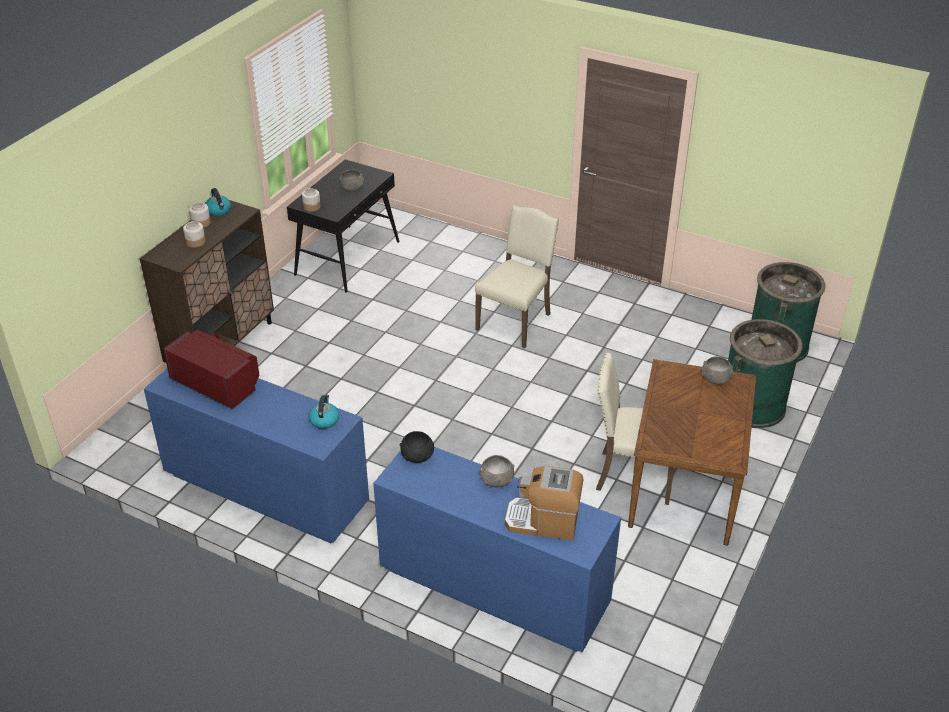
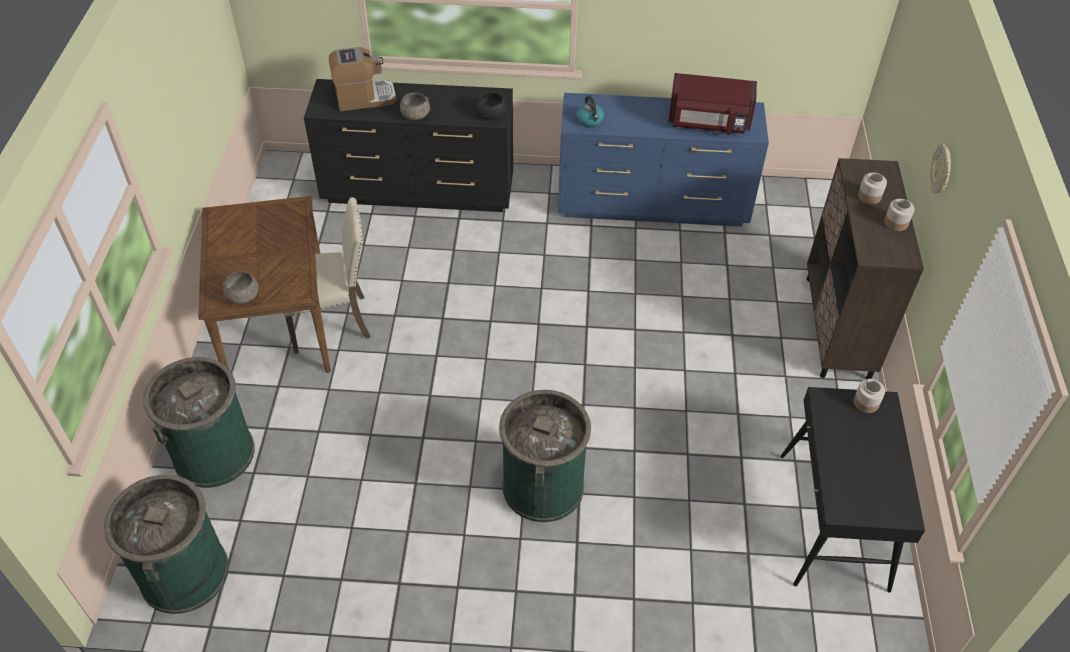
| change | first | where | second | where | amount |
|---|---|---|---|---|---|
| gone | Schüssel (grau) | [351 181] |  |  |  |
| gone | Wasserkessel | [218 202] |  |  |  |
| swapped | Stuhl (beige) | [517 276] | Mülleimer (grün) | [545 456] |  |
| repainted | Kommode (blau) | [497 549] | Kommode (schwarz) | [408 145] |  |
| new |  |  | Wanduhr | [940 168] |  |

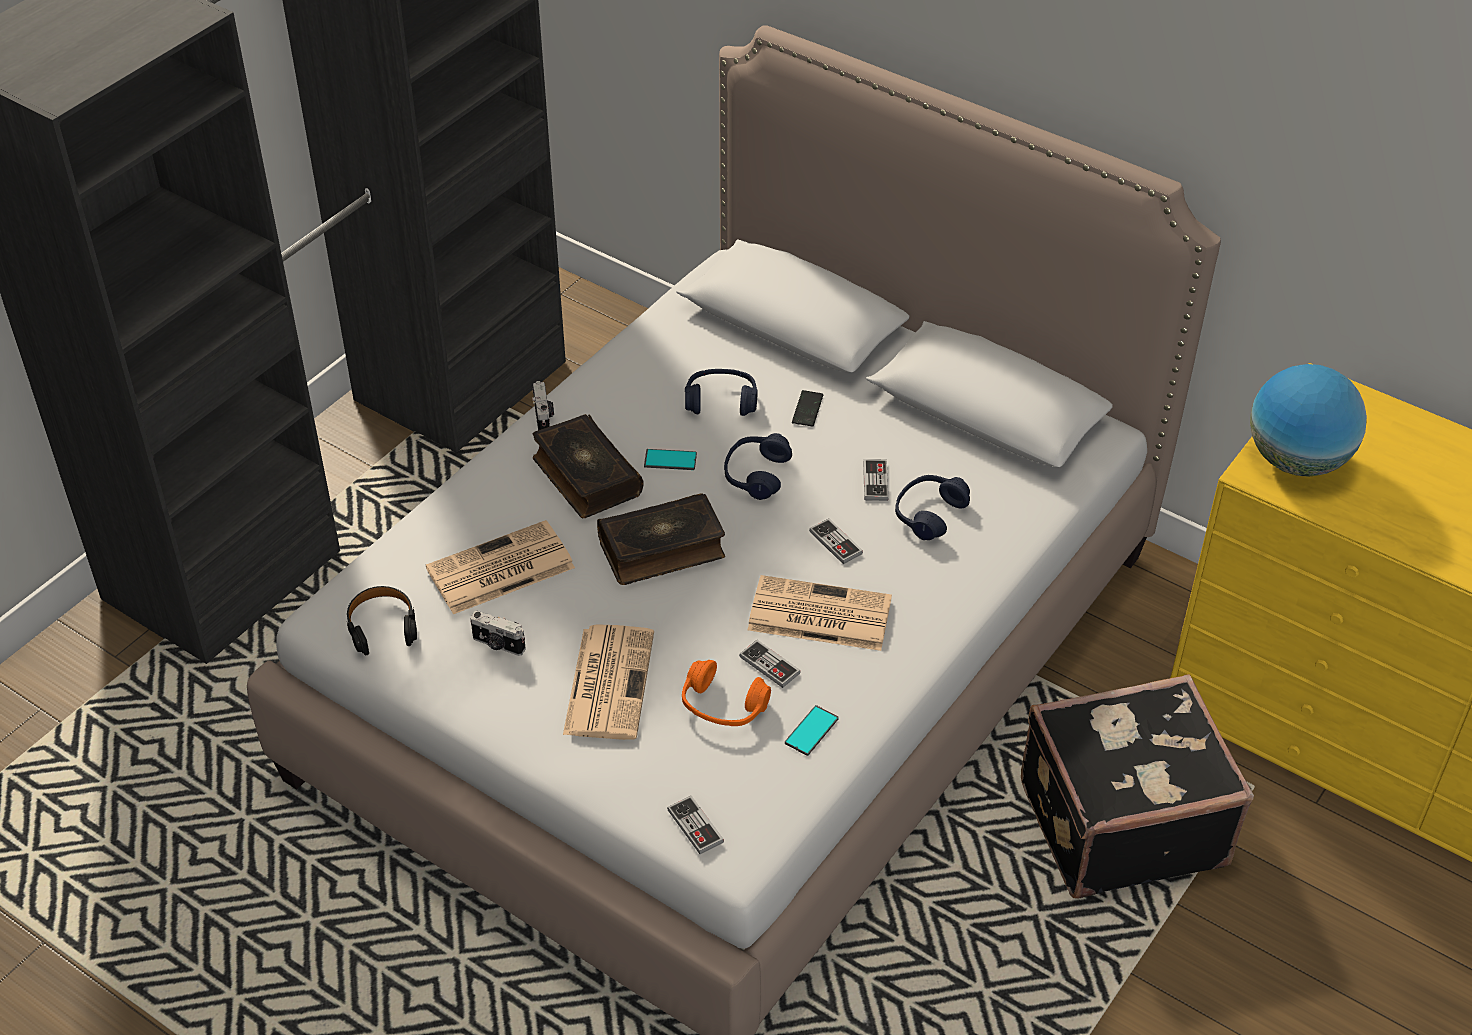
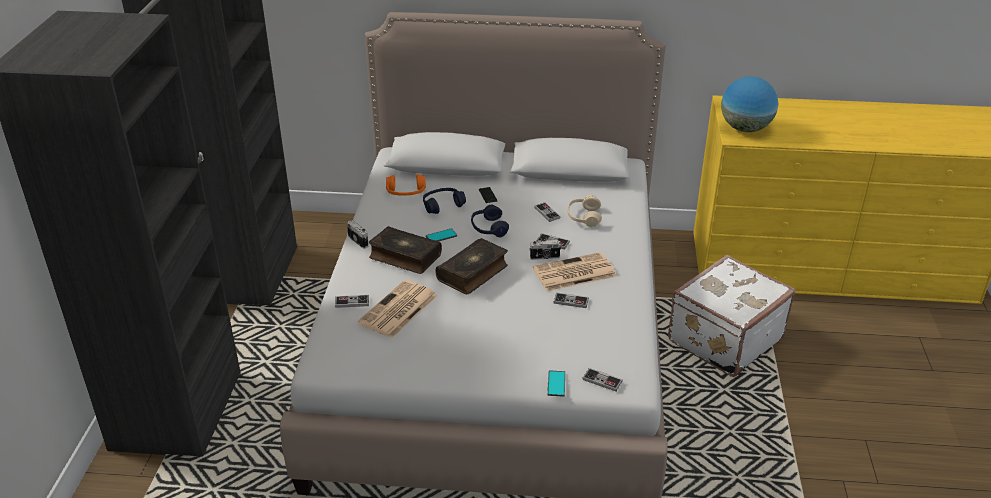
| change | first | where | second | where | amount |
|---|---|---|---|---|---|
| repainted | Kopfhörer (blau) | [932 507] | Kopfhörer (beige) | [584 211] |  |
| gone | Kopfhörer (schwarz) | [382 620] |  |  |  |
| shifted | Kamera | [498 633] |  | [545 250] |  |
| gone | Zeitung | [608 682] |  |  |  |
| shifted | Kopfhörer (orange) | [726 693] |  | [406 185] |  |
| repainted | Koffer (schwarz) | [1137 786] | Koffer (weiß) | [732 316] |  |
| shifted | Handy | [812 730] |  | [556 383] |  |
| new |  |  | Gamepad | [352 301] |  |

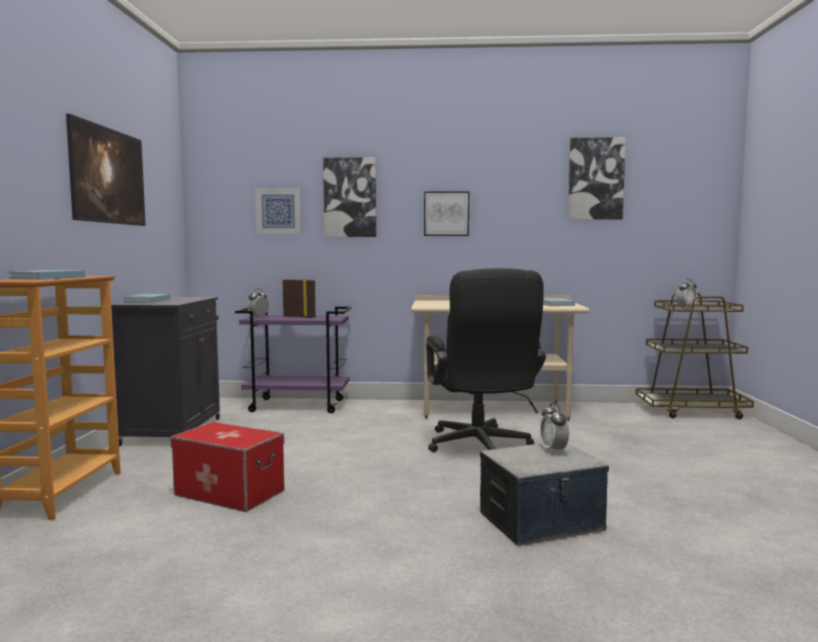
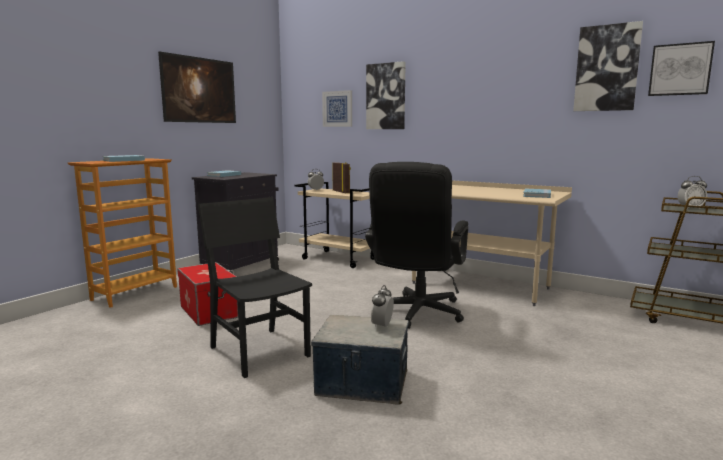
| change | first | where | second | where | amount |
|---|---|---|---|---|---|
| shifted | Bild | [446 213] |  | [681 68] |  |
| repainted | Rollwagen (lila) | [293 360] | Rollwagen (beige) | [335 225] |  |
| new |  |  | Stuhl (schwarz) | [255 287] |  |

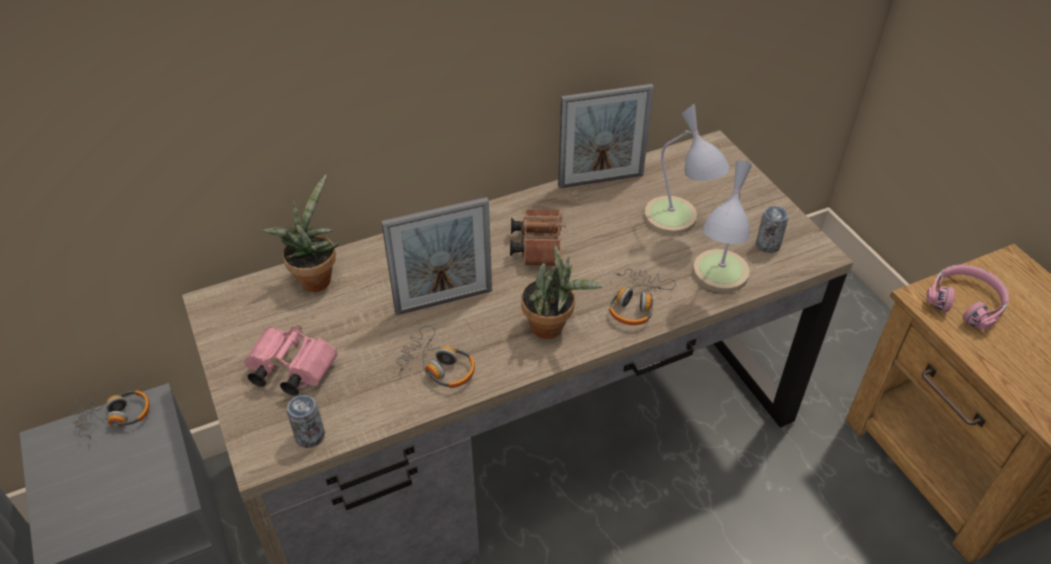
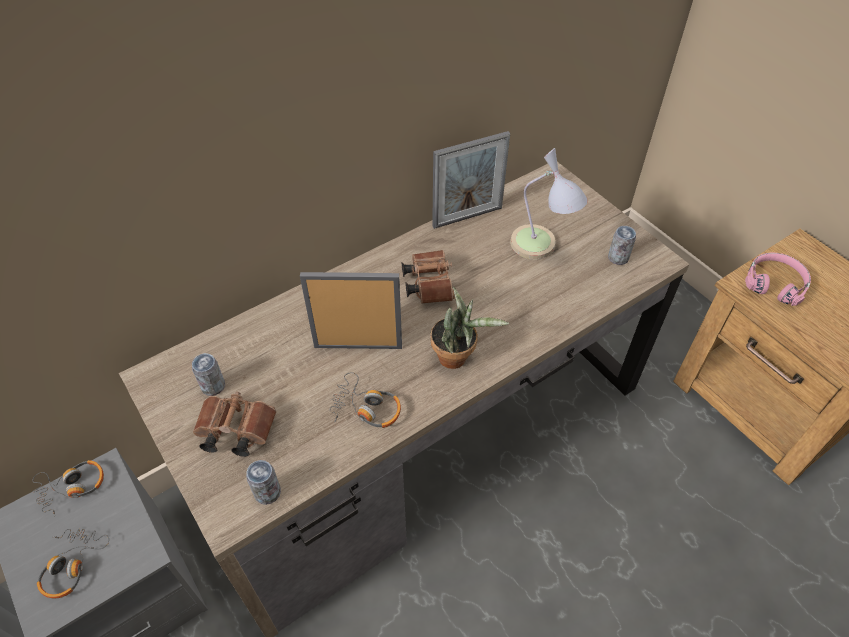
| change | first | where | second | where | amount |
|---|---|---|---|---|---|
| gone | Tischlampe | [722 226] |  |  |  |
| gone | Topfpflanze | [300 233] |  |  |  |
| rotated | Bilderrahmen | [436 256] |  | [351 310] | 150 degrees counterclockwise |
| shifted | Kopfhörer | [642 297] |  | [73 563] |  |
| repainted | Fernglas (rosa) | [290 360] | Fernglas (braun) | [234 424] |  |
| new |  |  | Dose | [208 374] |  |

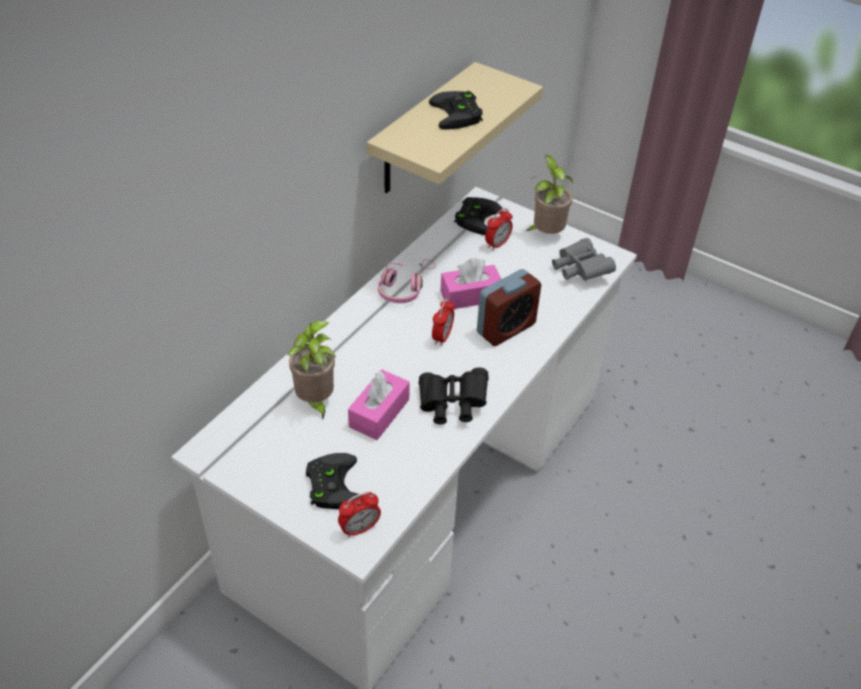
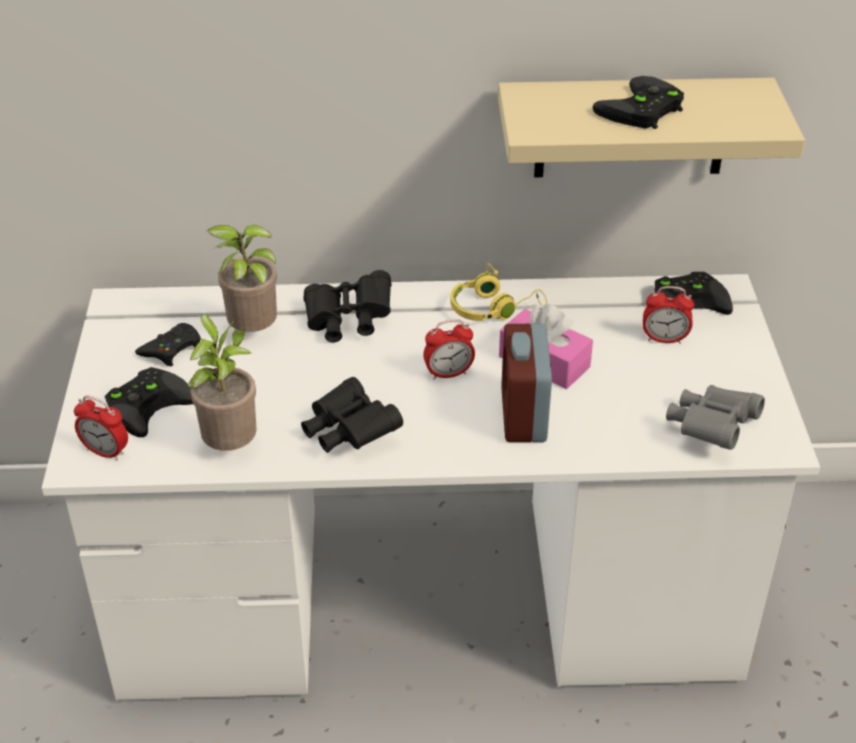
| change | first | where | second | where | amount |
|---|---|---|---|---|---|
| shifted | Topfpflanze | [549 194] |  | [222 382] |  |
| repainted | Kopfhörer (rosa) | [406 281] | Kopfhörer (gelb) | [498 292] |  |
| rotated | Wecker | [509 307] |  | [526 383] | 75 degrees clockwise |
| gone | Taschentuchbox (rosa) | [379 404] |  |  |  |
| new |  |  | Fernglas (schwarz) | [347 306] |  |
| new |  |  | Gamepad (schwarz) | [167 345] |  |

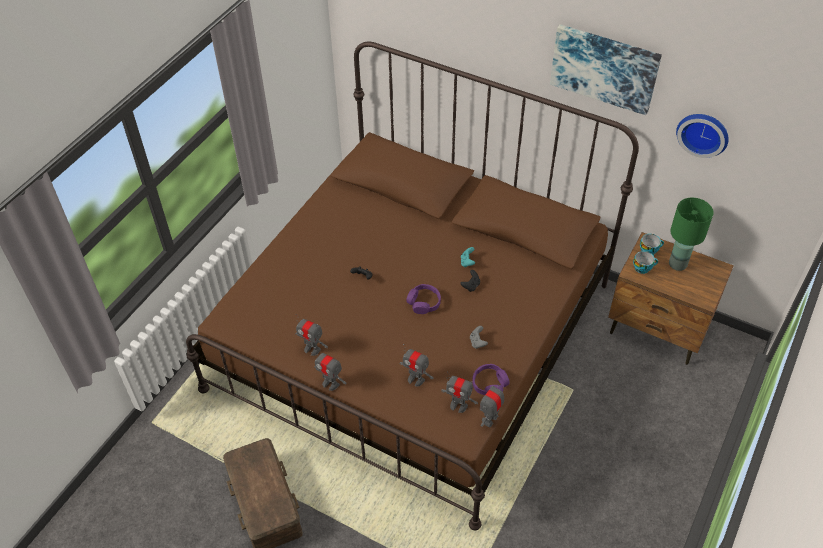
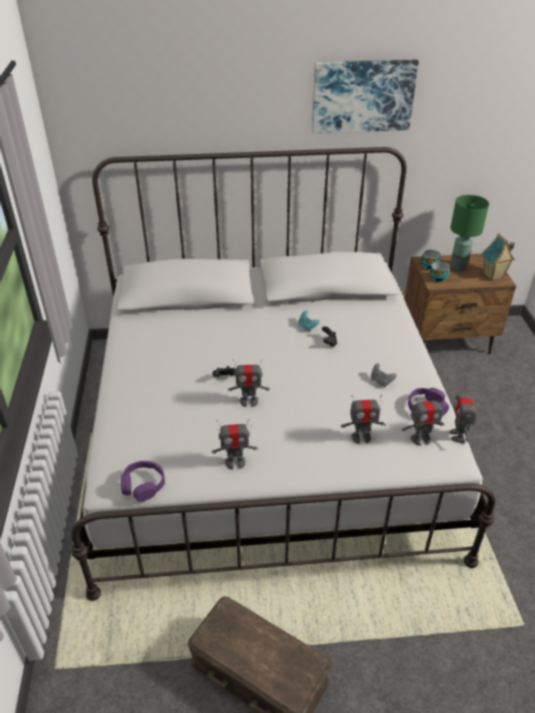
| change | first | where | second | where | amount |
|---|---|---|---|---|---|
| repainted | Bett (braun) | [412 286] | Bett (weiß) | [283 374] |  |
| gone | Wanduhr | [702 136] |  |  |  |
| shifted | Kopfhörer (lila) | [423 299] |  | [143 481] |  |
| shifted | Spielzeugroboter | [330 369] |  | [249 383] |  |
| new |  |  | Spielzeughaus | [498 257] |  |

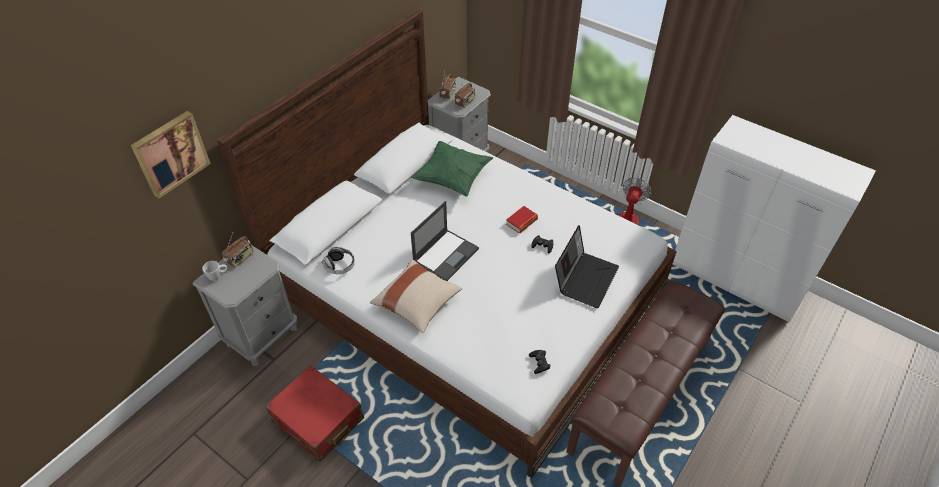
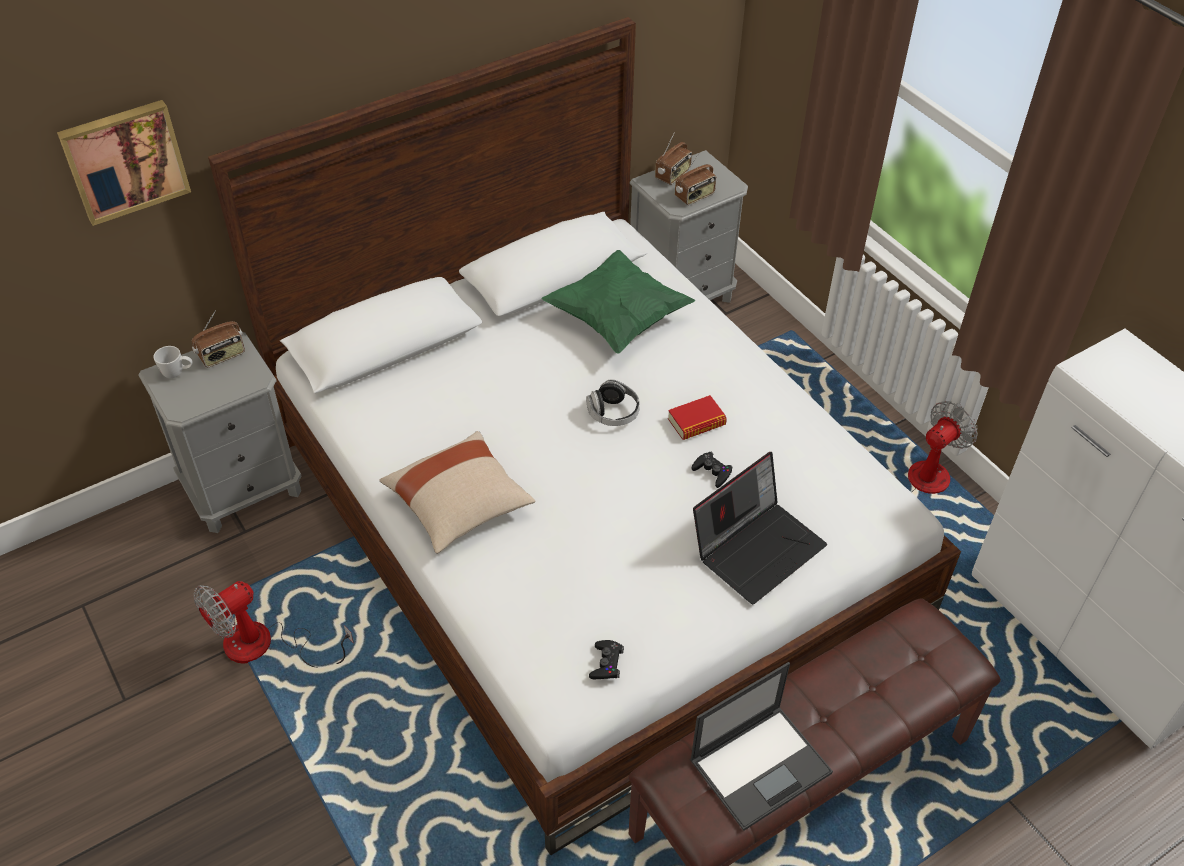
| change | first | where | second | where | amount |
|---|---|---|---|---|---|
| shifted | Laptop | [445 241] |  | [761 746] |  |
| shifted | Kopfhörer | [338 260] |  | [613 402] |  |
| swapped | Koffer (rot) | [314 413] | Ventilator | [274 624] |  |

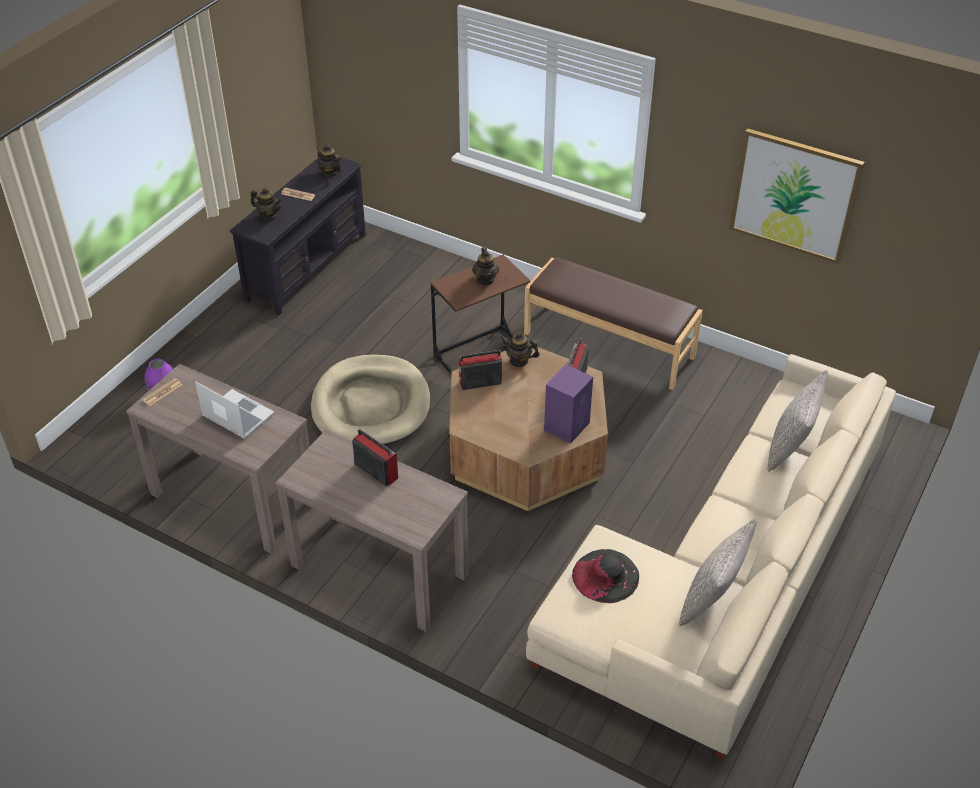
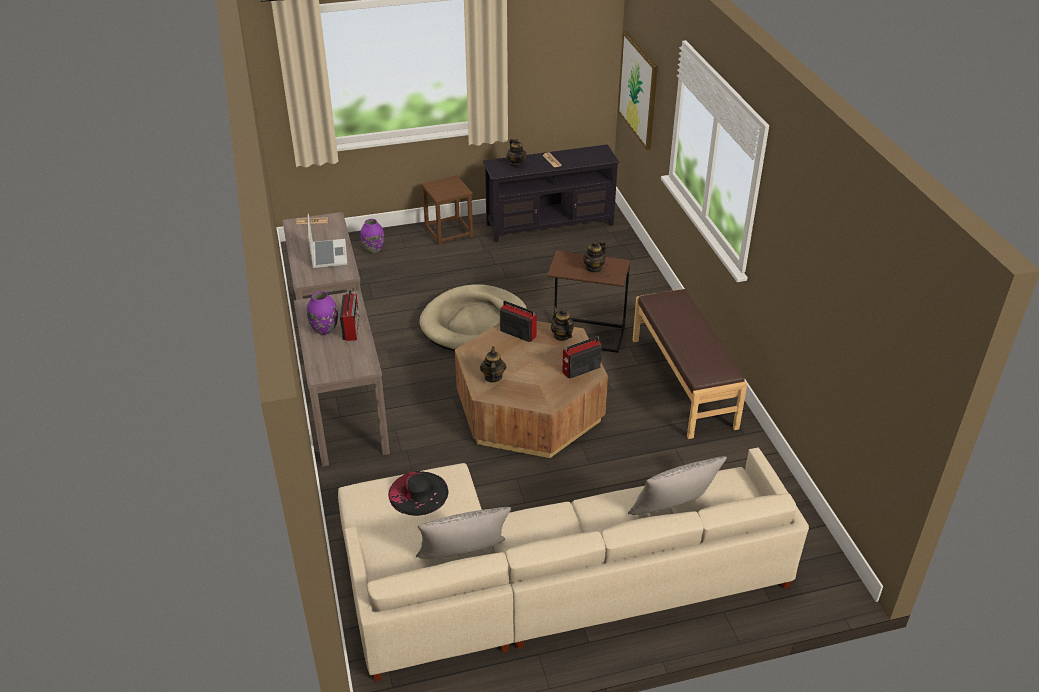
| change | first | where | second | where | amount |
|---|---|---|---|---|---|
| shifted | Bild | [797 196] |  | [638 90] |  |
| shifted | Teekanne | [329 161] |  | [493 364] |  |
| gone | Lautsprecher (lila) | [568 404] |  |  |  |
| new |  |  | Hocker (braun) | [447 210] |  |
| new |  |  | Vase (lila) | [322 313] |  |

